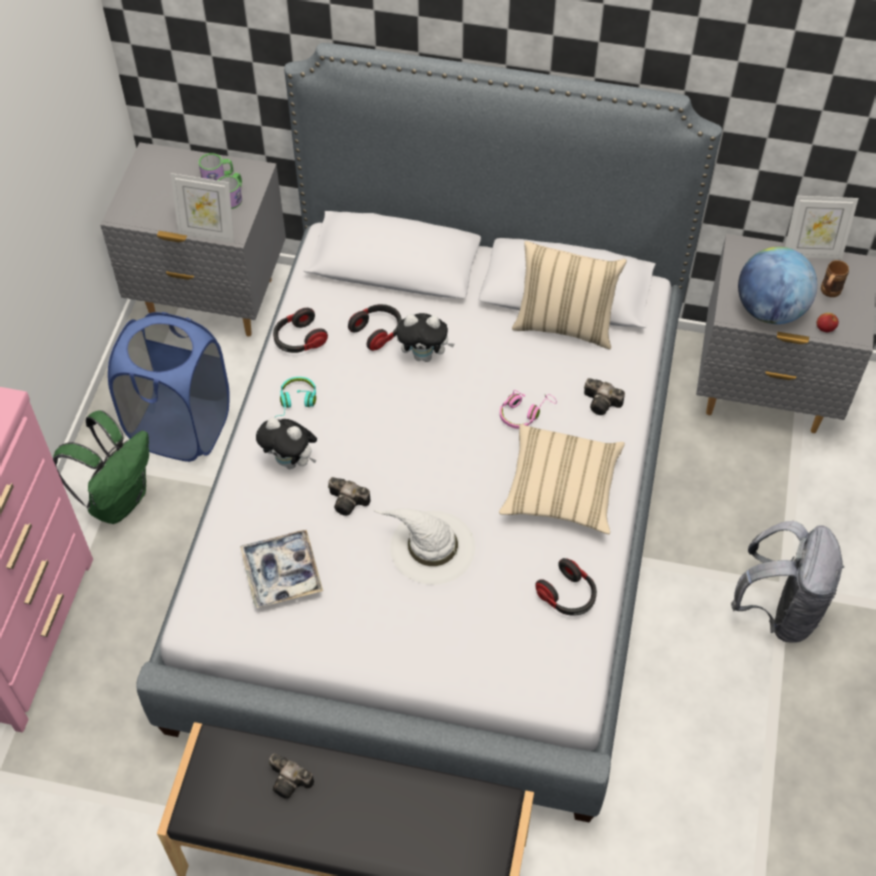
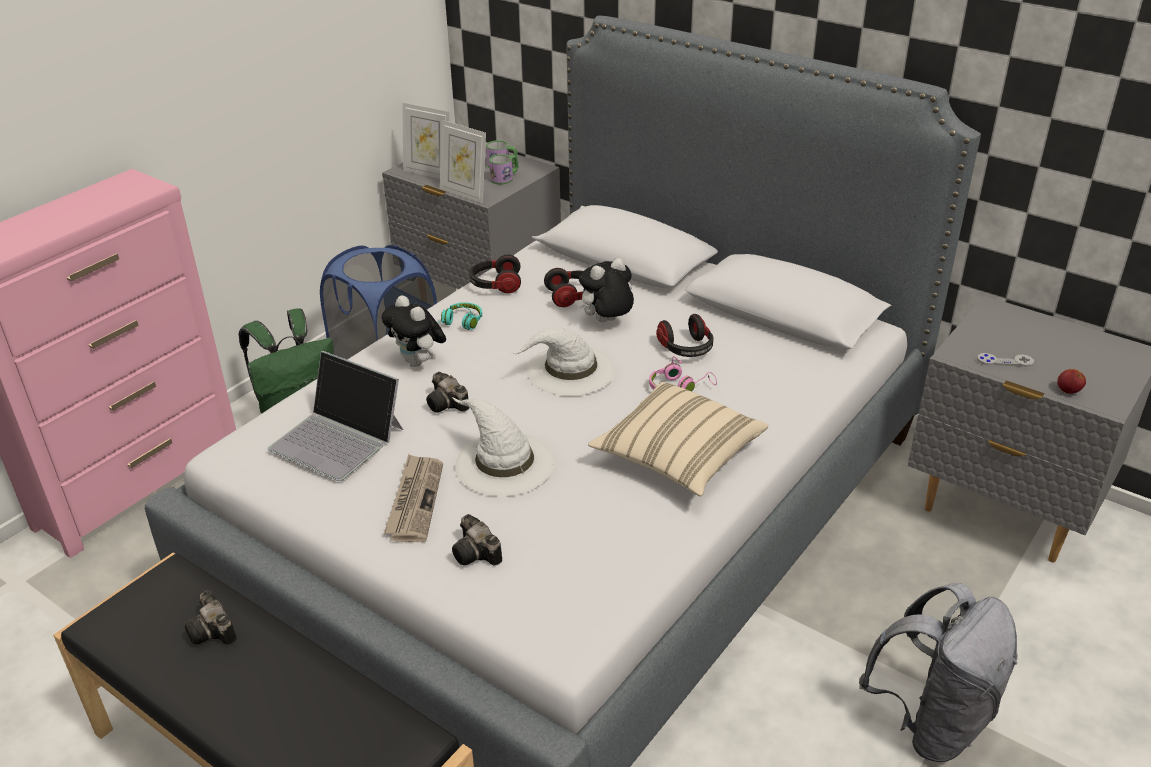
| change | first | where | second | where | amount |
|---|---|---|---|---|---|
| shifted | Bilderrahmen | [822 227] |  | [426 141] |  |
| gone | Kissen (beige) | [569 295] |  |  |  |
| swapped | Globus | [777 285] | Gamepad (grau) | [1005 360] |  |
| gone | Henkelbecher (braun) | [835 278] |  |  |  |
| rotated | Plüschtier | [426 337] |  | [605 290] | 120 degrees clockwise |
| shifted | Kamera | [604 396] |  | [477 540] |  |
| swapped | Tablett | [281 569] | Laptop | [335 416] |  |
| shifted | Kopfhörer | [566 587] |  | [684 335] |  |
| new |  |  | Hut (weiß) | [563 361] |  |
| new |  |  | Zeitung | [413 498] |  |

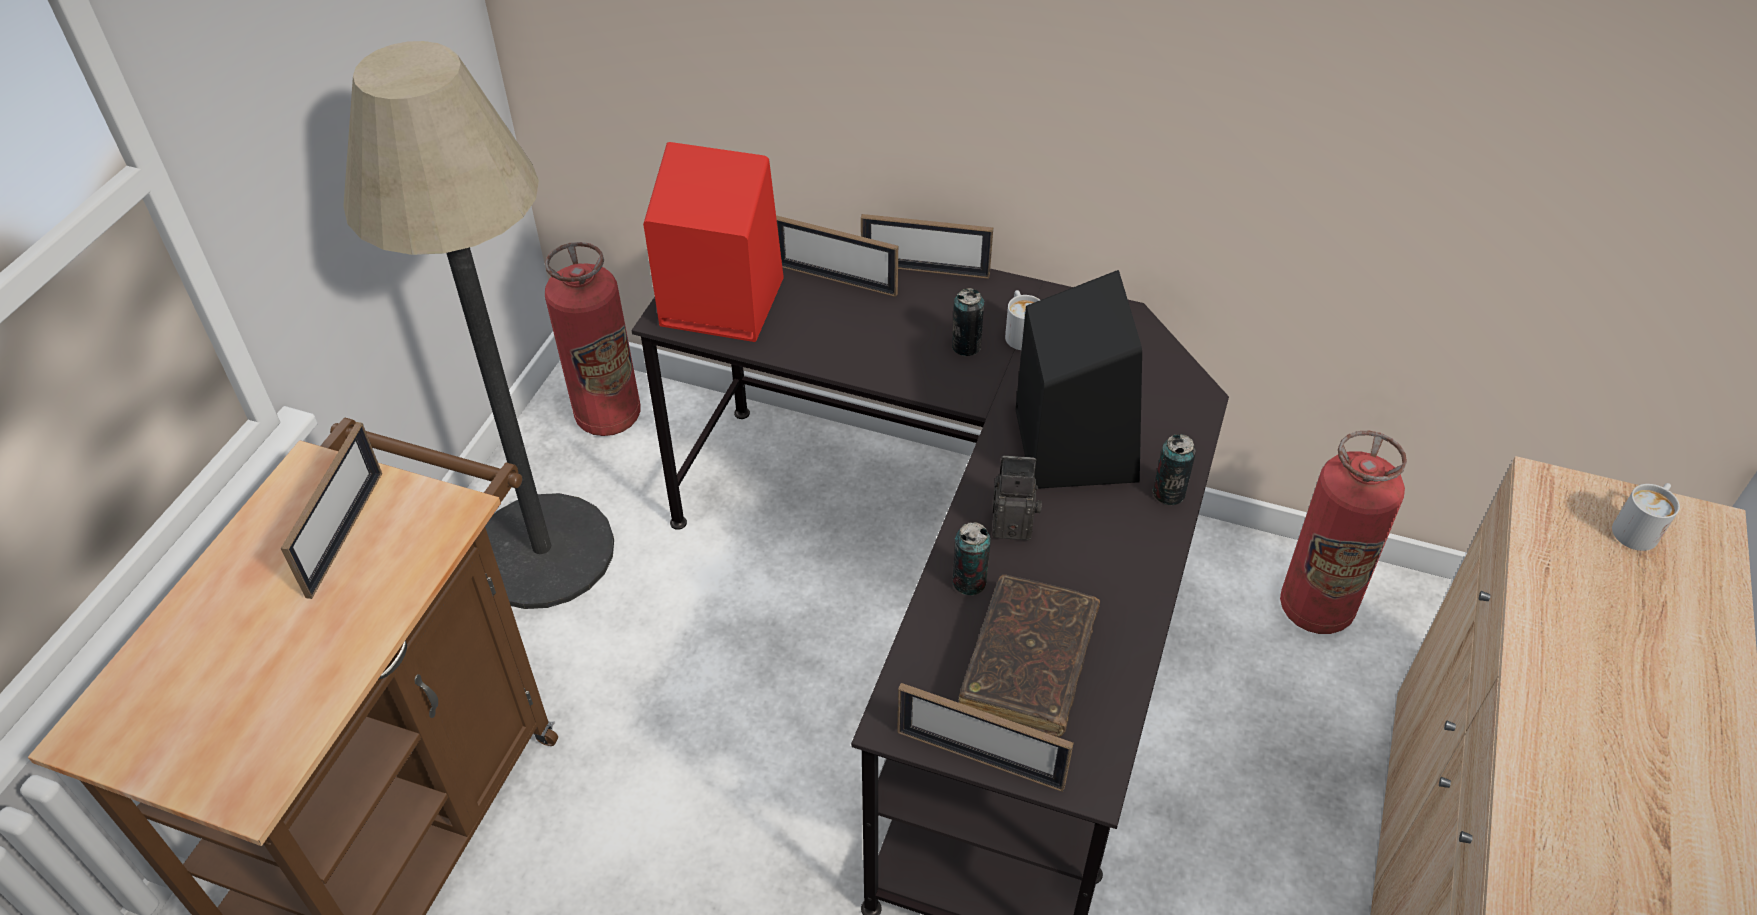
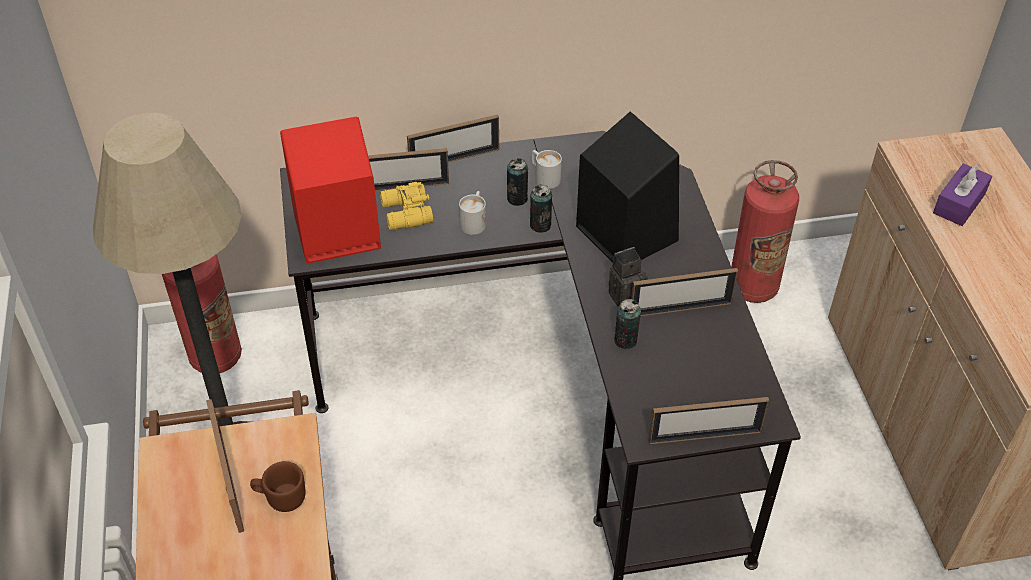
| change | first | where | second | where | amount |
|---|---|---|---|---|---|
| shifted | Dose | [1174 469] |  | [541 209] |  |
| shifted | Henkelbecher (weiß) | [1646 517] |  | [472 213] |  |
| gone | Buch (braun) | [1029 656] |  |  |  |
| new |  |  | Taschentuchbox (lila) | [962 194] |  |
| new |  |  | Fernglas (gelb) | [406 206] |  |
| new |  |  | Bilderrahmen | [684 292] |  |
| new |  |  | Henkelbecher (braun) | [278 486] |  |

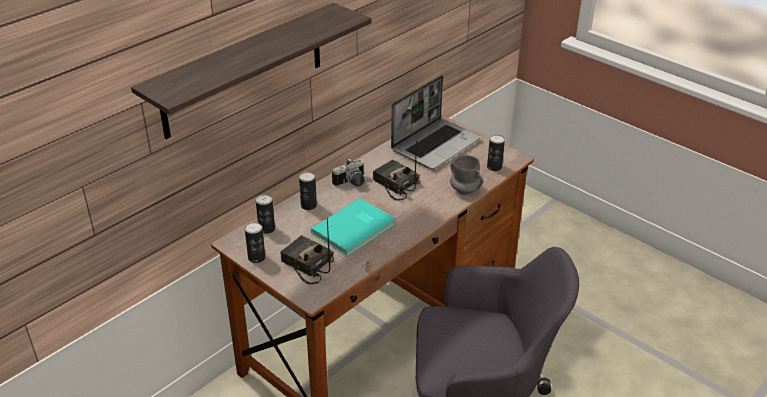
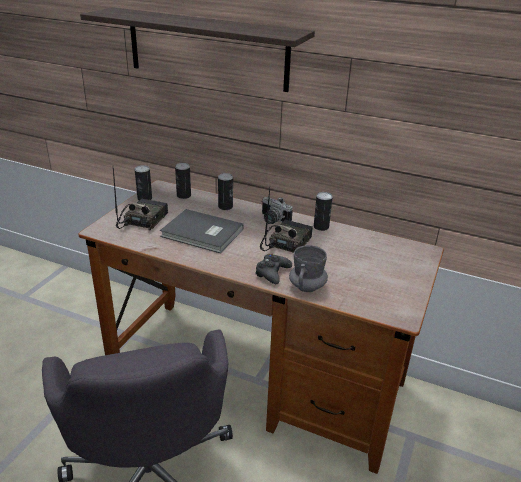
| change | first | where | second | where | amount |
|---|---|---|---|---|---|
| gone | Laptop | [436 122] |  |  |  |
| shifted | Dose | [496 152] |  | [323 211] |  |
| repainted | Buch (türkis) | [353 227] | Buch (grau) | [202 231] |  |
| new |  |  | Gamepad (schwarz) | [273 269] |  |

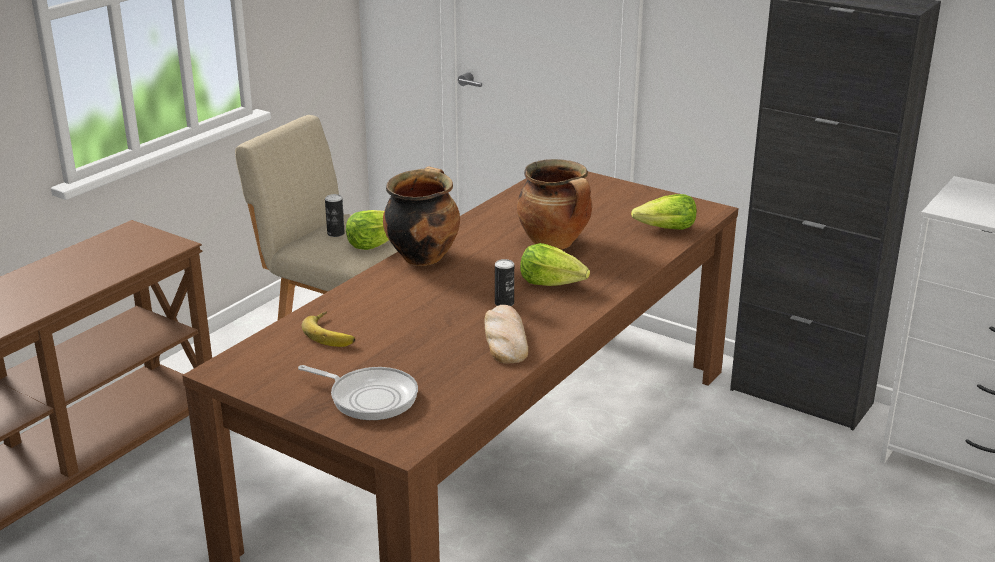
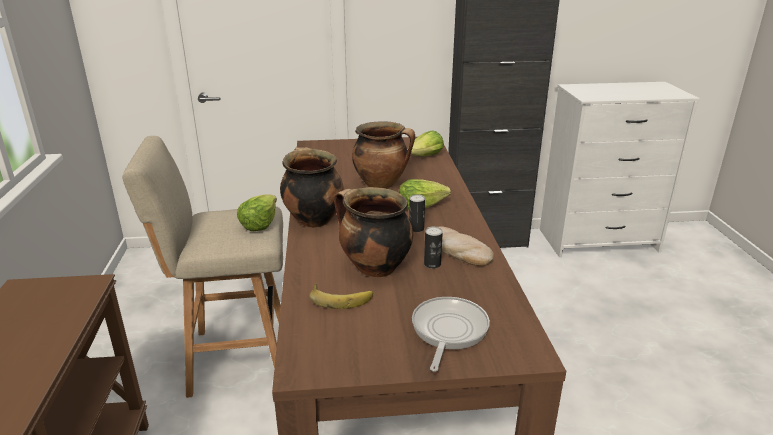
| change | first | where | second | where | amount |
|---|---|---|---|---|---|
| shifted | Dose | [335 215] |  | [433 248] |  |
| rotated | Pfanne | [358 392] |  | [451 334] | 60 degrees counterclockwise |
| new |  |  | Kochtopf | [373 232] |  |

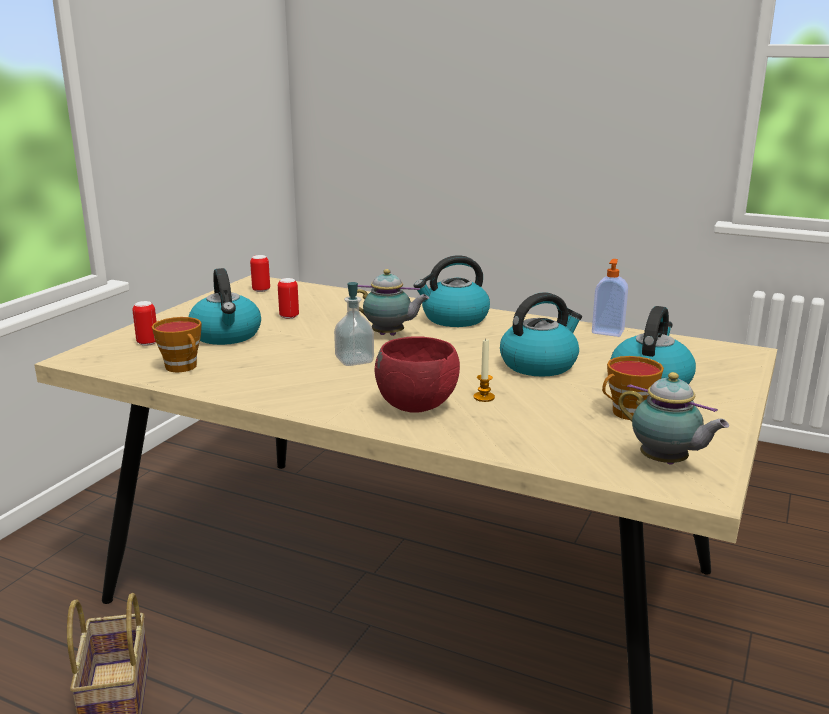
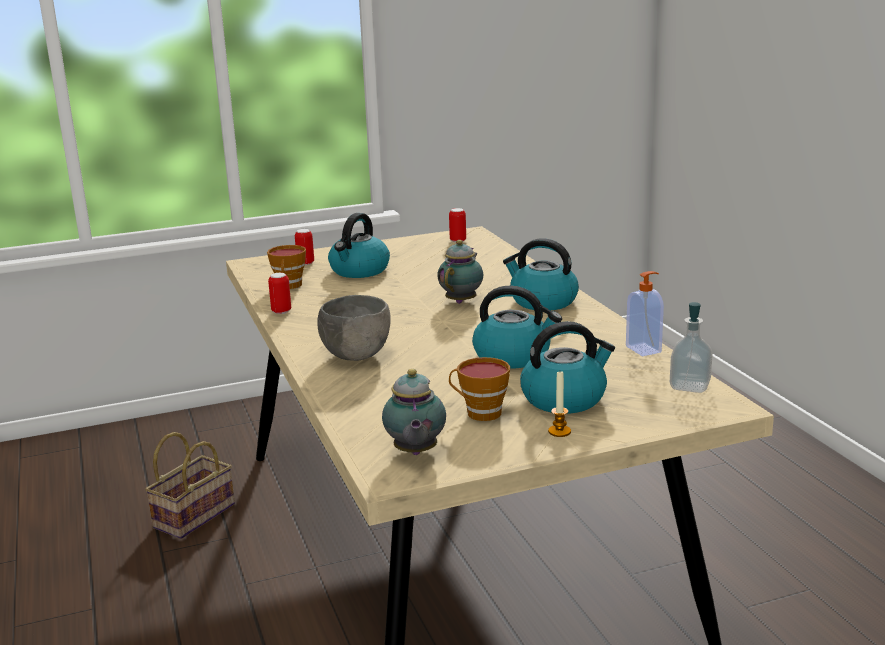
| change | first | where | second | where | amount |
|---|---|---|---|---|---|
| rotated | Teekanne | [393 302] |  | [460 272] | 120 degrees counterclockwise |
| shifted | Dose | [288 298] |  | [279 293] |  |
| shifted | Seifenspender | [354 324] |  | [691 347] |  |
| repainted | Schüssel (rot) | [417 374] | Schüssel (grau) | [354 328] |  |
| shifted | Kerze | [484 370] |  | [559 404] |  |

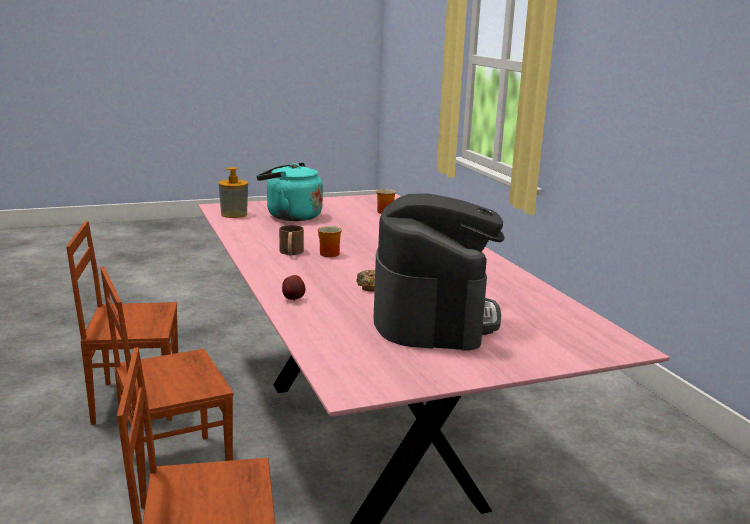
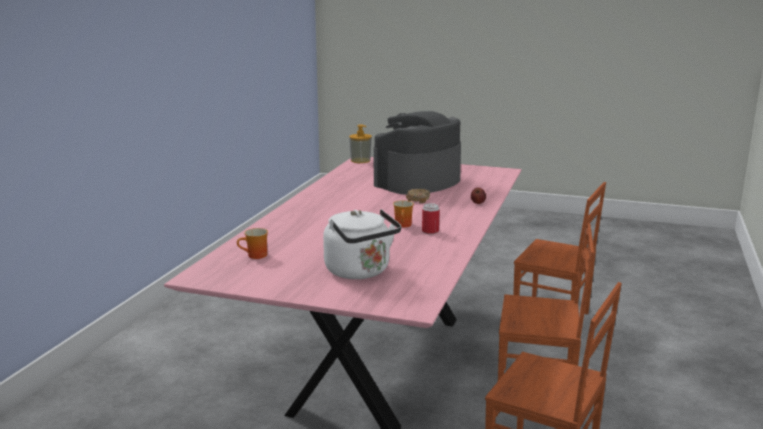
| change | first | where | second | where | amount |
|---|---|---|---|---|---|
| repainted | Wasserkessel (türkis) | [290 192] | Wasserkessel (weiß) | [362 244] |  |
| shifted | Seifenspender | [233 192] |  | [360 143] |  |
| swapped | Henkelbecher (braun) | [291 240] | Dose | [431 218] |  |

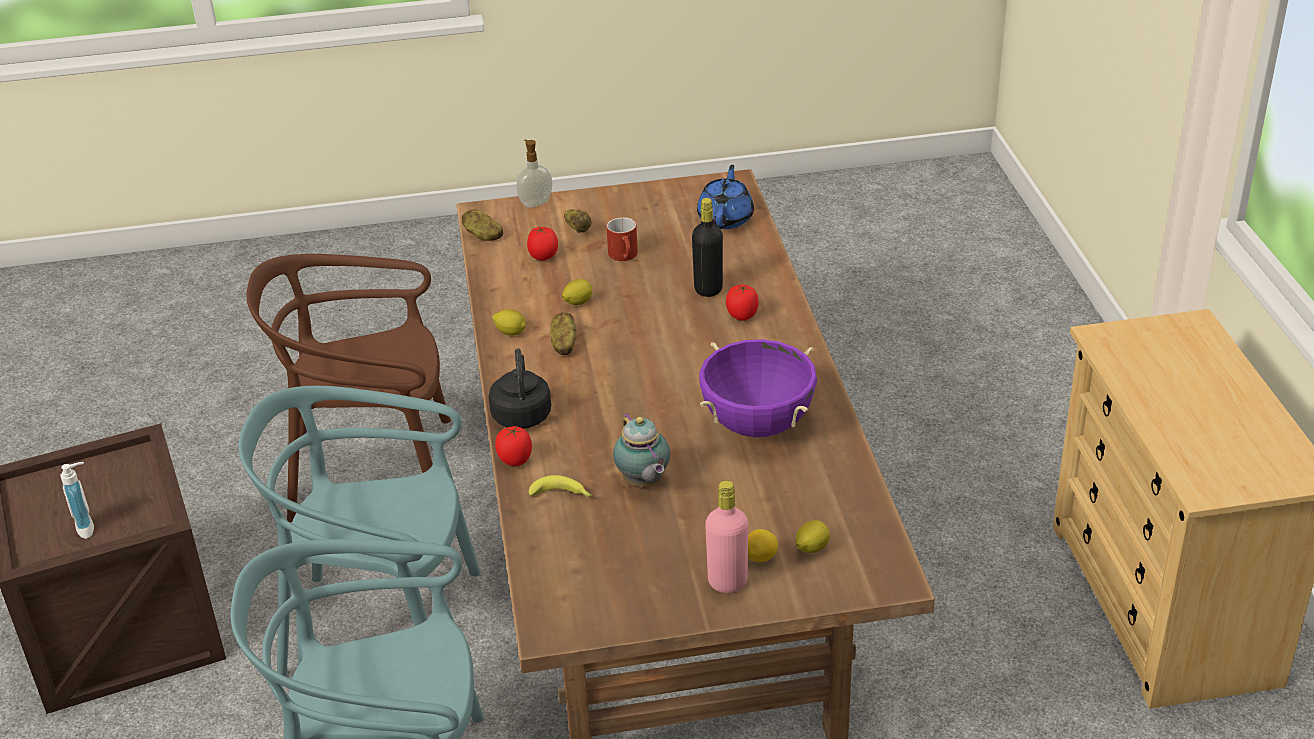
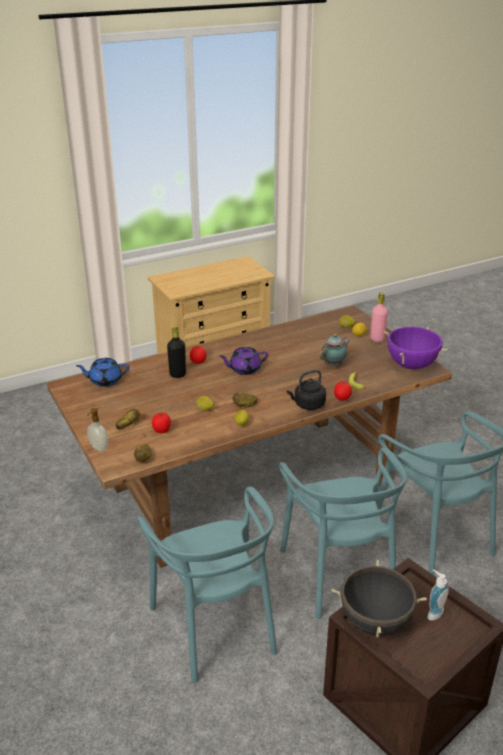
| change | first | where | second | where | amount |
|---|---|---|---|---|---|
| gone | Henkelbecher (rot) | [622 239] |  |  |  |
| repainted | Stuhl (braun) | [349 388] | Stuhl (türkis) | [207 584] |  |
| shifted | Kochtopf (lila) | [758 388] |  | [415 348] |  |
| new |  |  | Teekanne (lila) | [243 361] |  |
| new |  |  | Kochtopf (schwarz) | [379 598] |  |

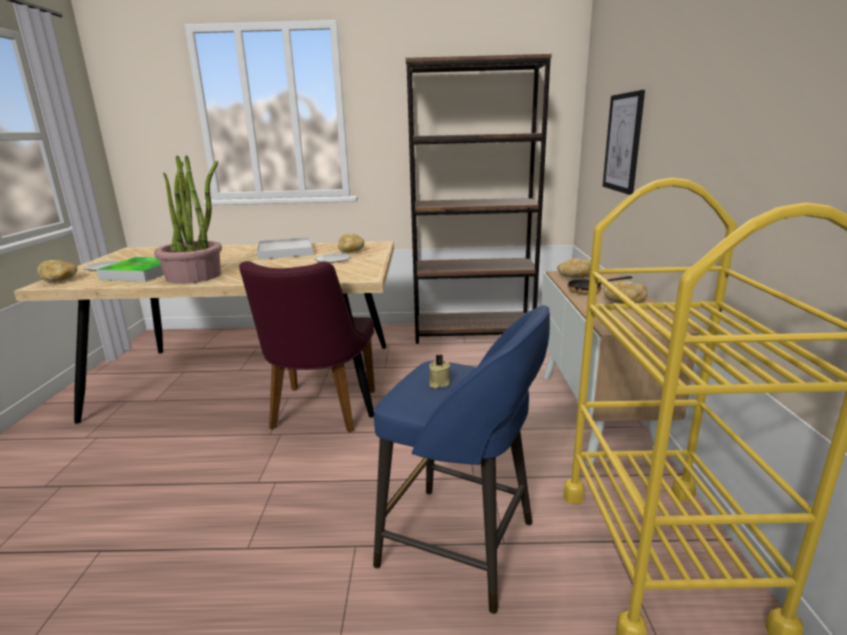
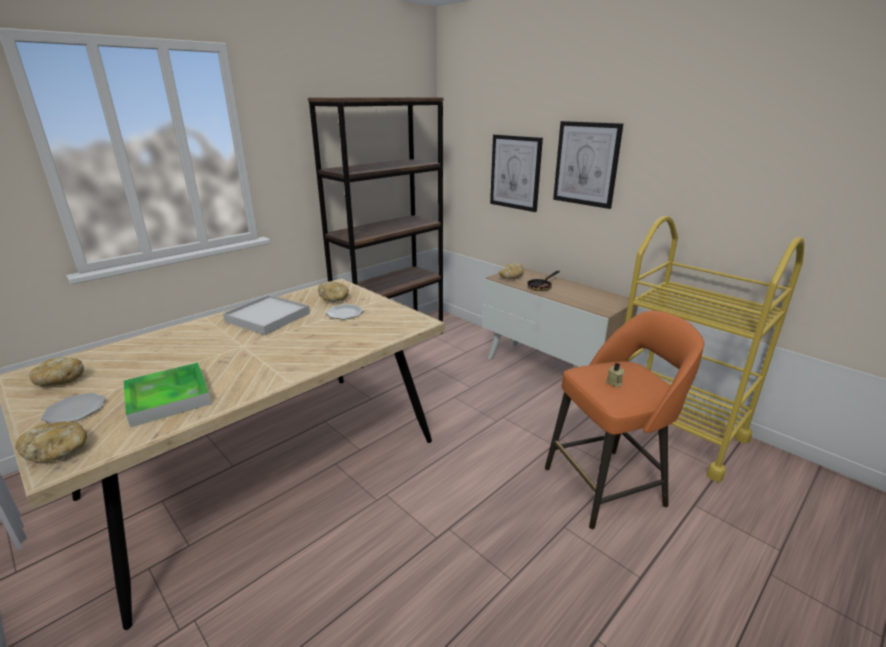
| change | first | where | second | where | amount |
|---|---|---|---|---|---|
| gone | Topfpflanze | [188 219] |  |  |  |
| gone | Stuhl (lila) | [307 347] |  |  |  |
| shifted | Brot | [625 292] |  | [56 371] |  |
| repainted | Hocker (blau) | [461 459] | Hocker (orange) | [624 420] |  |
| new |  |  | Bild | [588 165] |  |

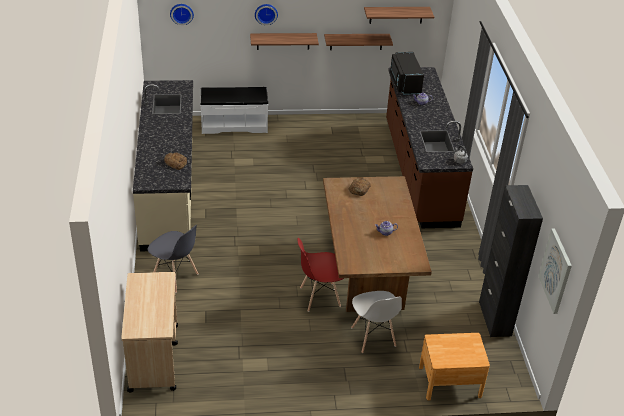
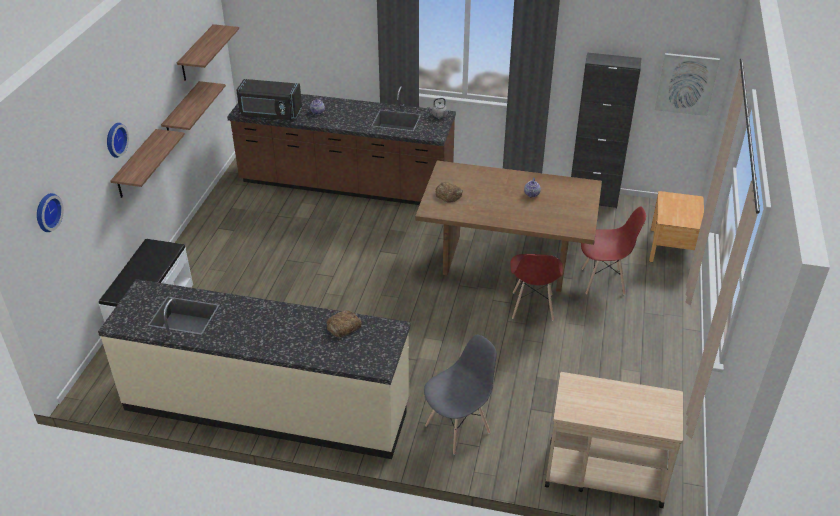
| change | first | where | second | where | amount |
|---|---|---|---|---|---|
| repainted | Stuhl (weiß) | [376 322] | Stuhl (rot) | [613 251] |  |

